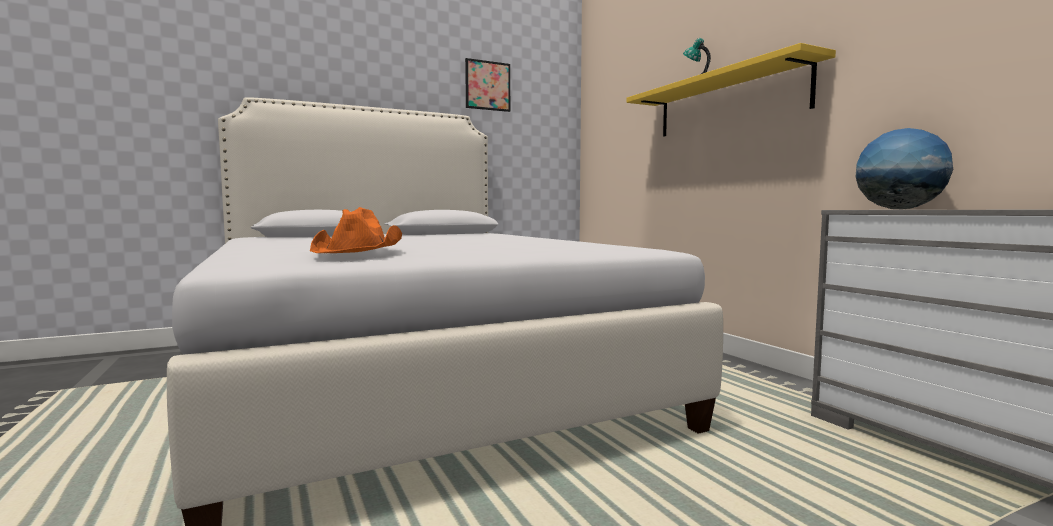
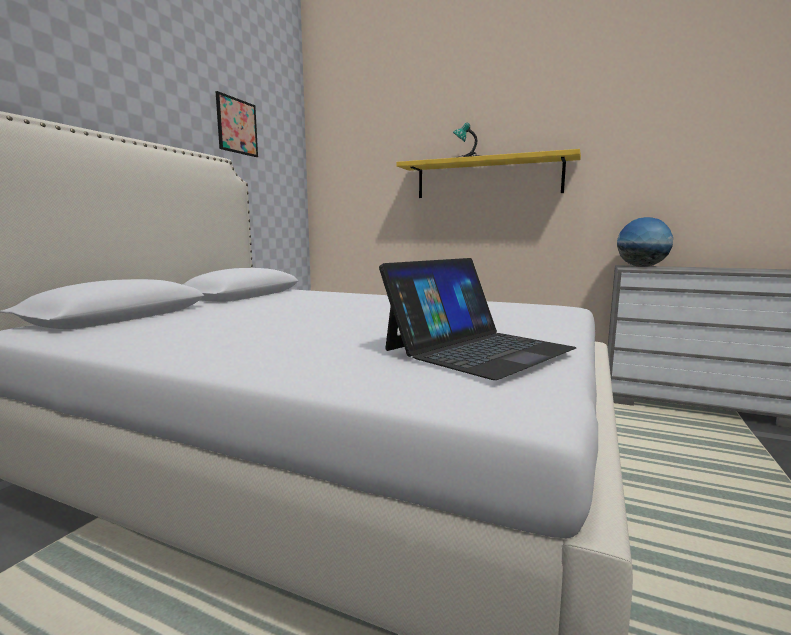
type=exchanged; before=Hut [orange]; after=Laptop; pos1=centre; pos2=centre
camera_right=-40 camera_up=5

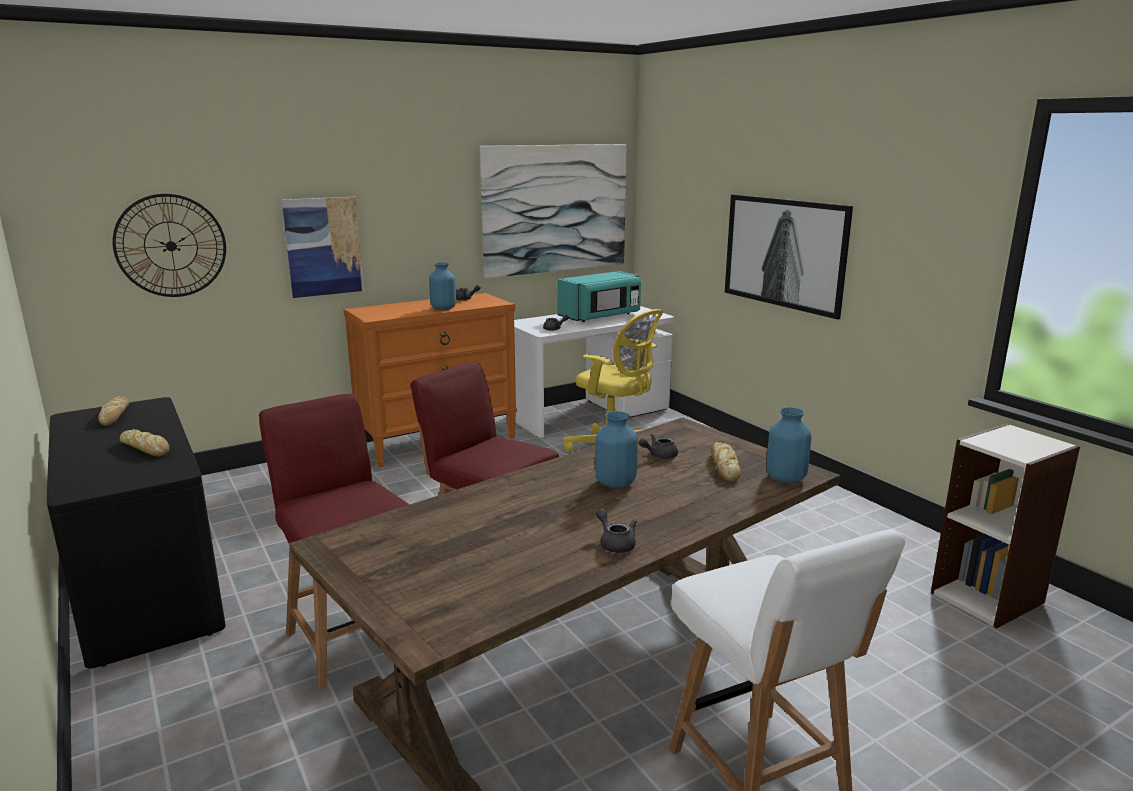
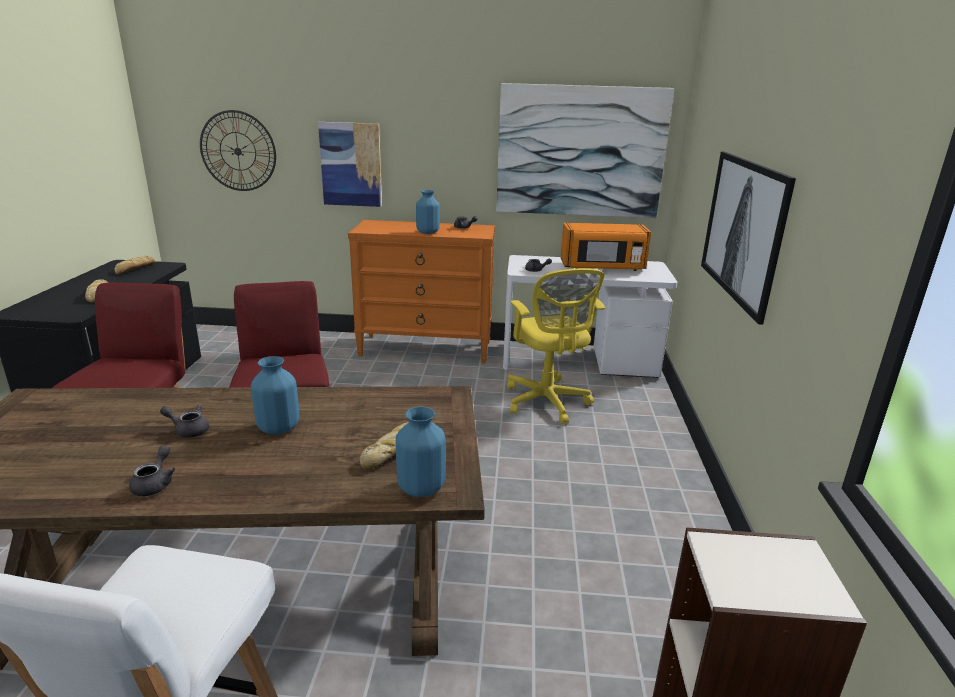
type=relocated; before=Teekanne [grau] (no. 4 from left in the first image); after=Teekanne [grau] (no. 2 from left); pos1=centre; pos2=middle left
type=colour; before=Mikrowelle [türkis]; after=Mikrowelle [orange]; pos1=centre; pos2=centre
camera_right=35 camera_up=5

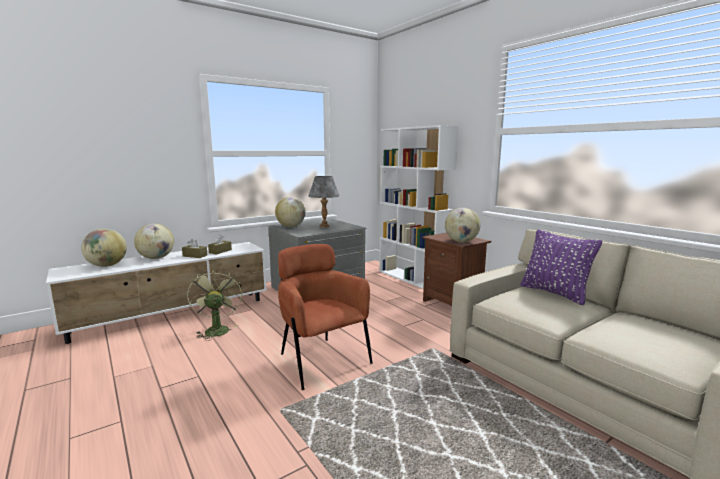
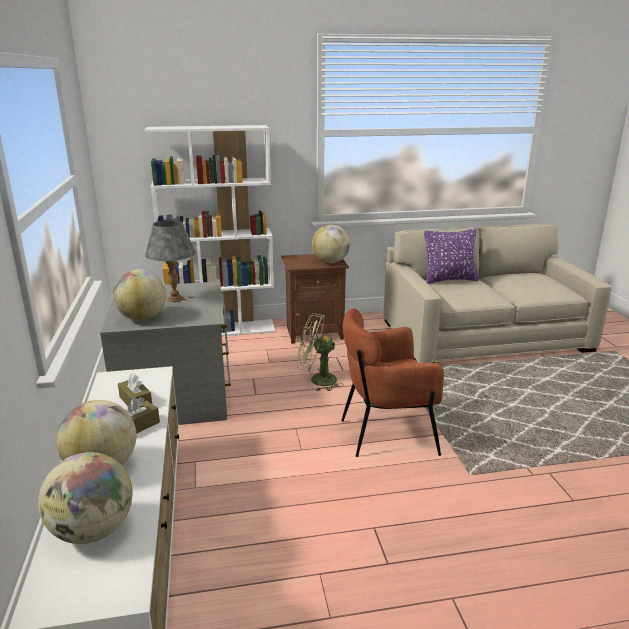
type=relocated; before=Ventilator [grün]; pos1=middle left; pos2=centre
camera_right=-65 camera_up=10

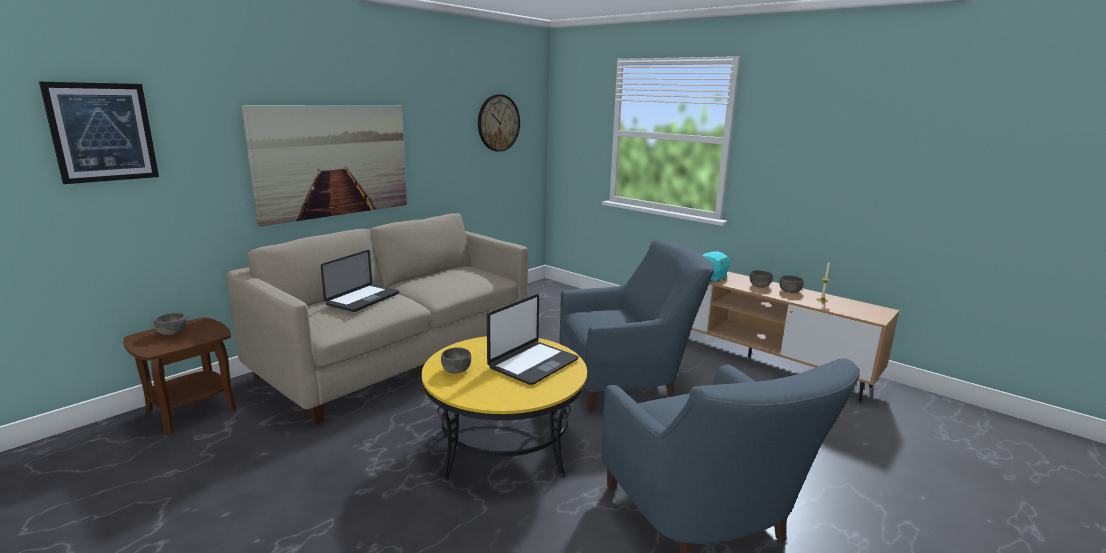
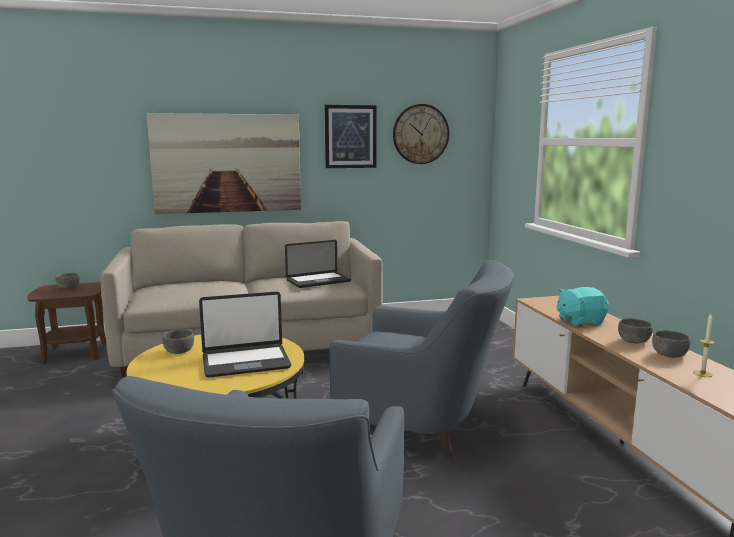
type=relocated; before=Laptop (no. 1 from left in the first image); after=Laptop (no. 2 from left); pos1=middle left; pos2=centre
type=relocated; before=Bild (no. 1 from left in the first image); after=Bild (no. 2 from left); pos1=top left; pos2=top centre
camera_right=35 camera_up=-5

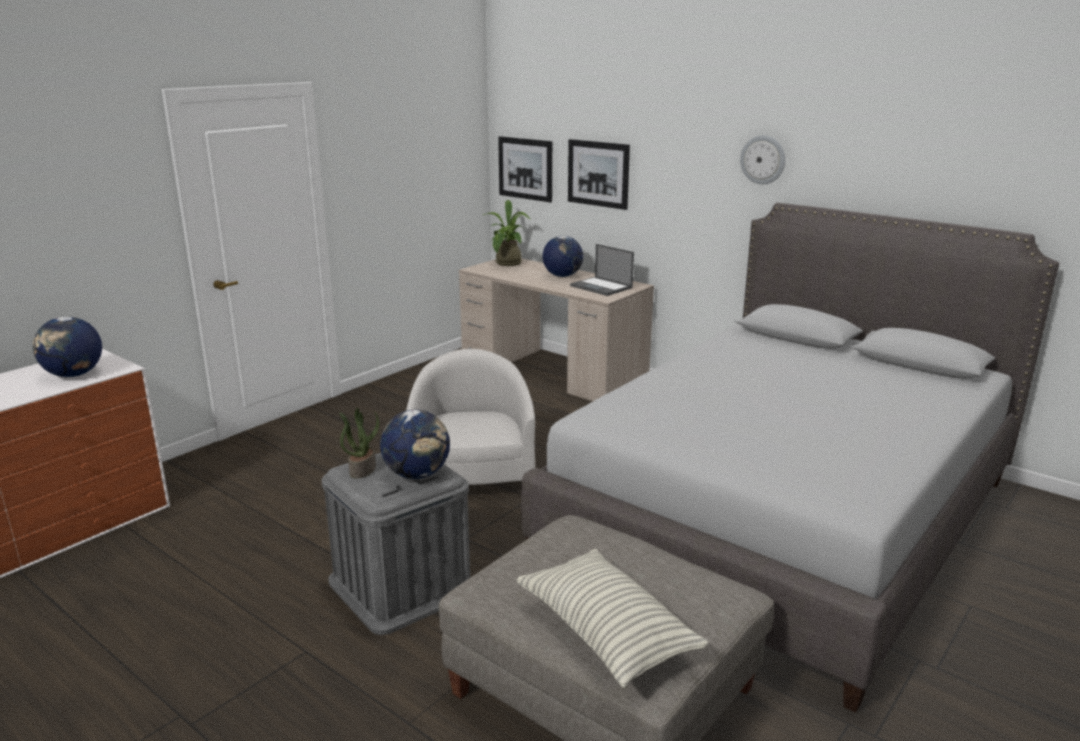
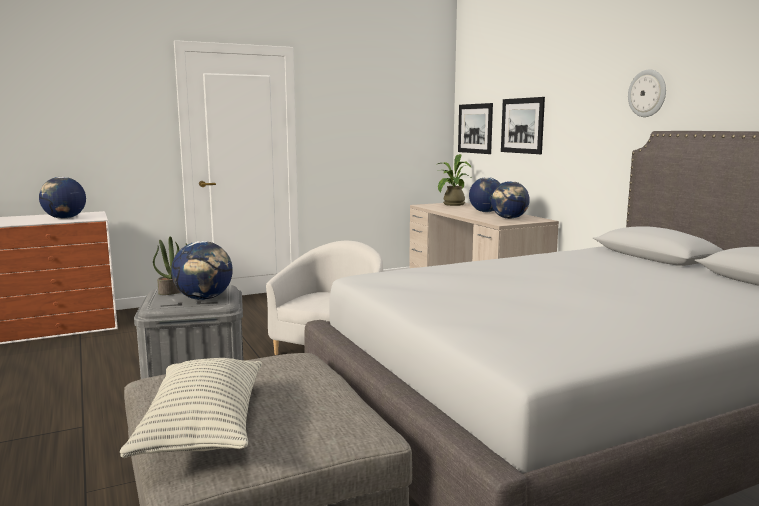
type=exchanged; before=Laptop; after=Globus (no. 4 from left); pos1=centre; pos2=middle right
camera_right=25 camera_up=-10

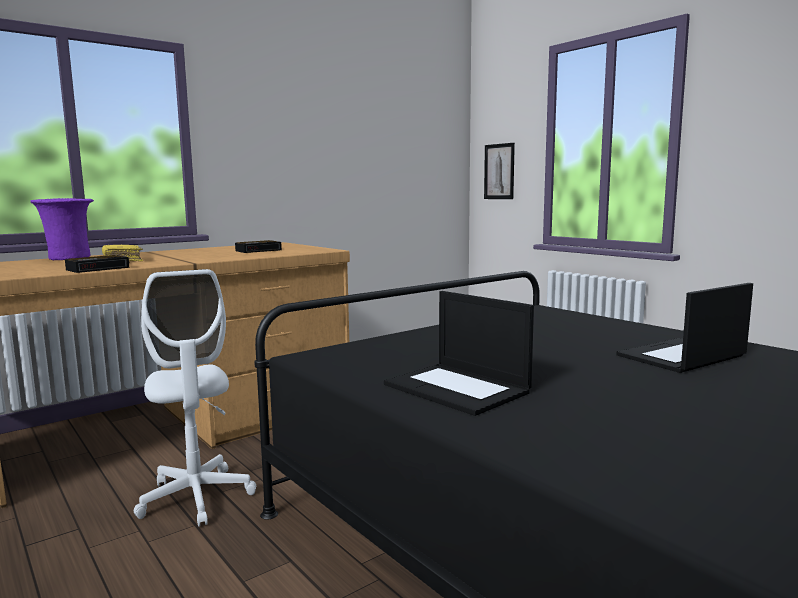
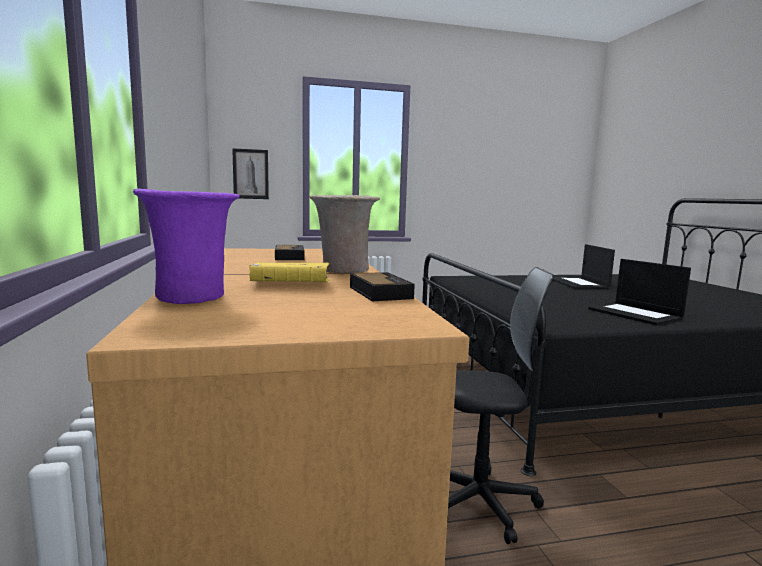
type=appeared; after=Vase [beige]; pos2=centre
type=colour; before=Bürostuhl [weiß]; after=Bürostuhl [schwarz]; pos1=middle left; pos2=bottom centre
type=spun; before=Laptop (no. 1 from left in the first image); pos1=centre; pos2=middle right; turn=75
camera_right=-65 camera_up=0

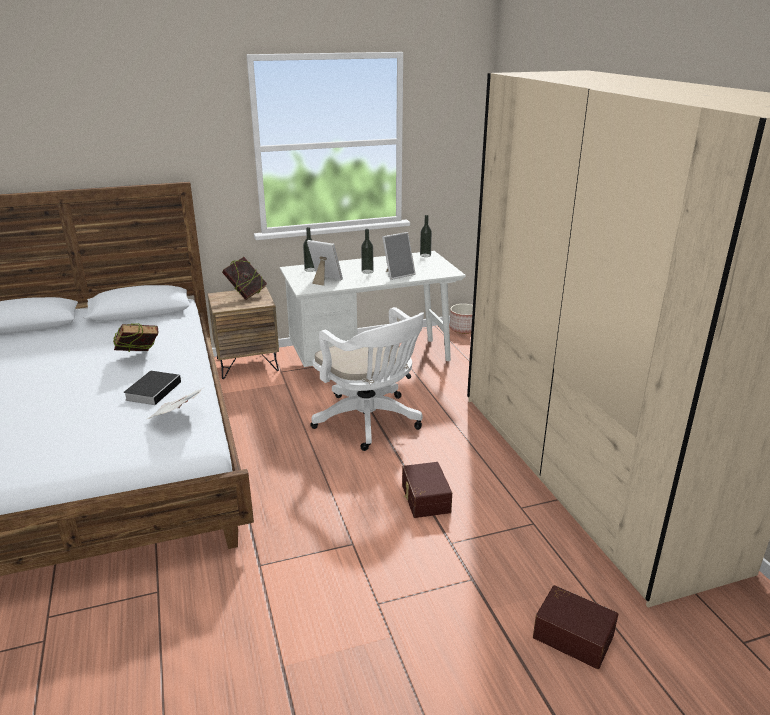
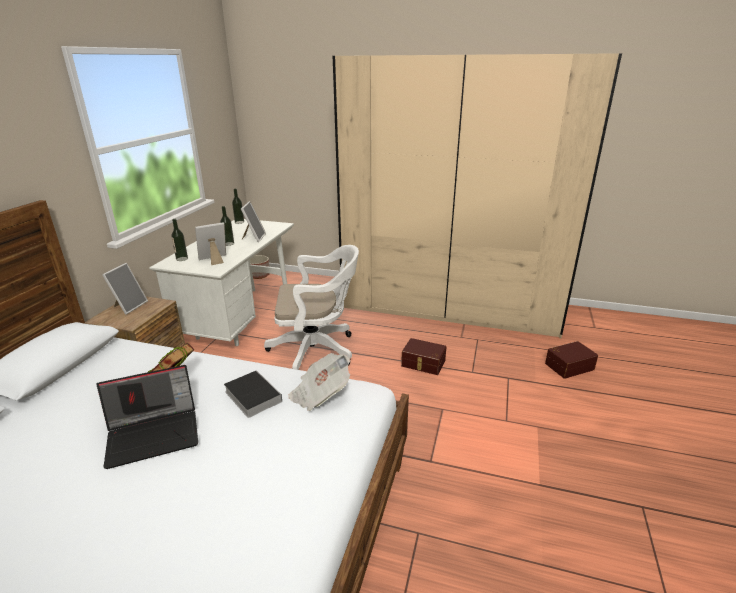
type=appeared; after=Laptop; pos2=bottom left
type=exchanged; before=Buch (no. 3 from left); after=Bilderrahmen (no. 1 from left); pos1=middle left; pos2=middle left
camera_right=-55 camera_up=0

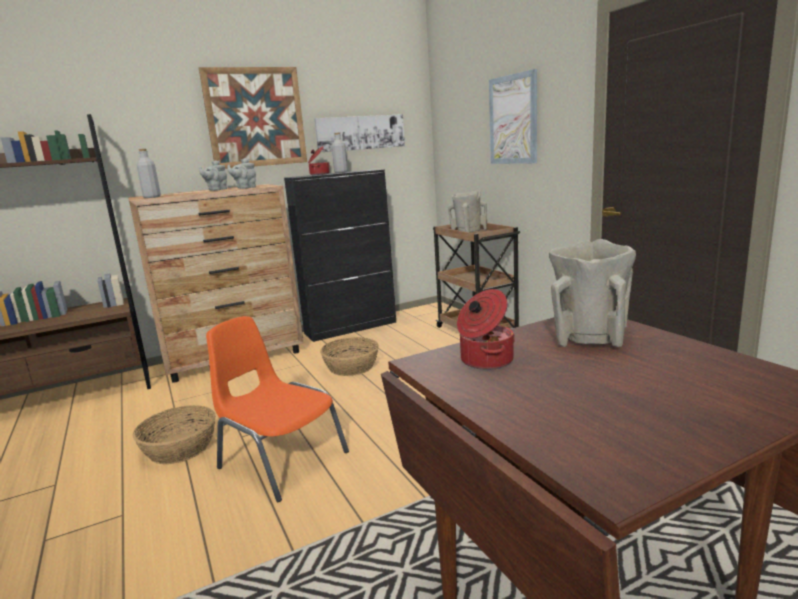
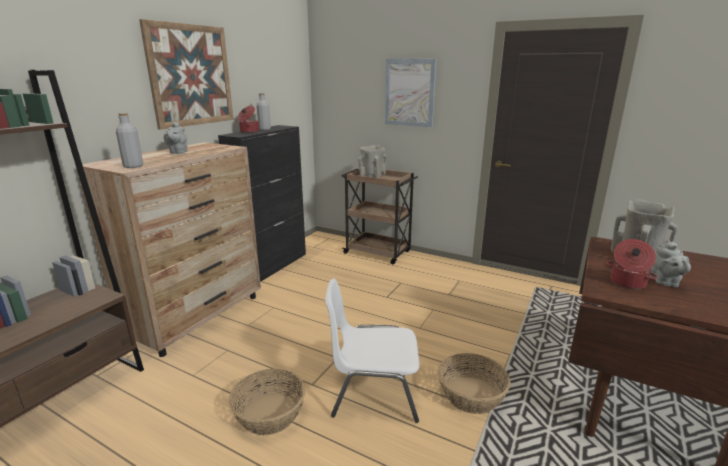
type=colour; before=Stuhl [orange]; after=Stuhl [weiß]; pos1=bottom centre; pos2=bottom centre
type=relocated; before=Korb (no. 2 from left); pos1=centre; pos2=bottom centre
type=relocated; before=Teekanne [grau] (no. 2 from left); pos1=top left; pos2=middle right
type=missing; before=Bild (no. 2 from left); pos1=top centre
camera_right=-35 camera_up=5

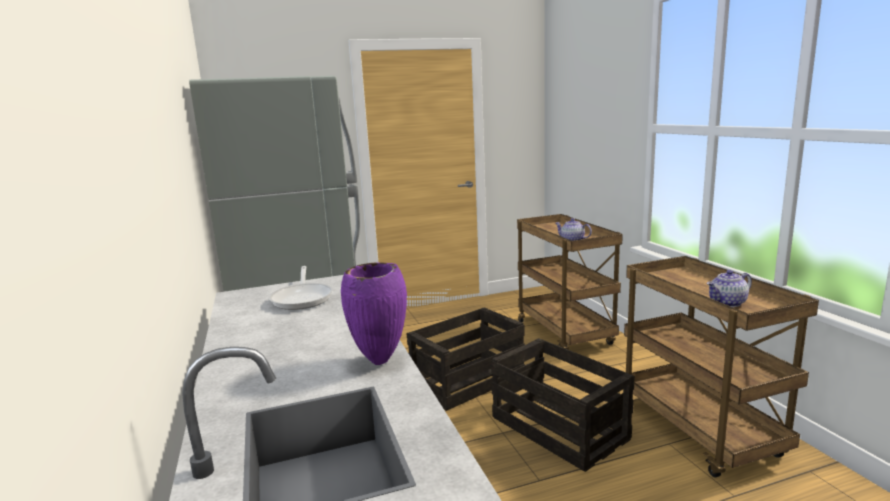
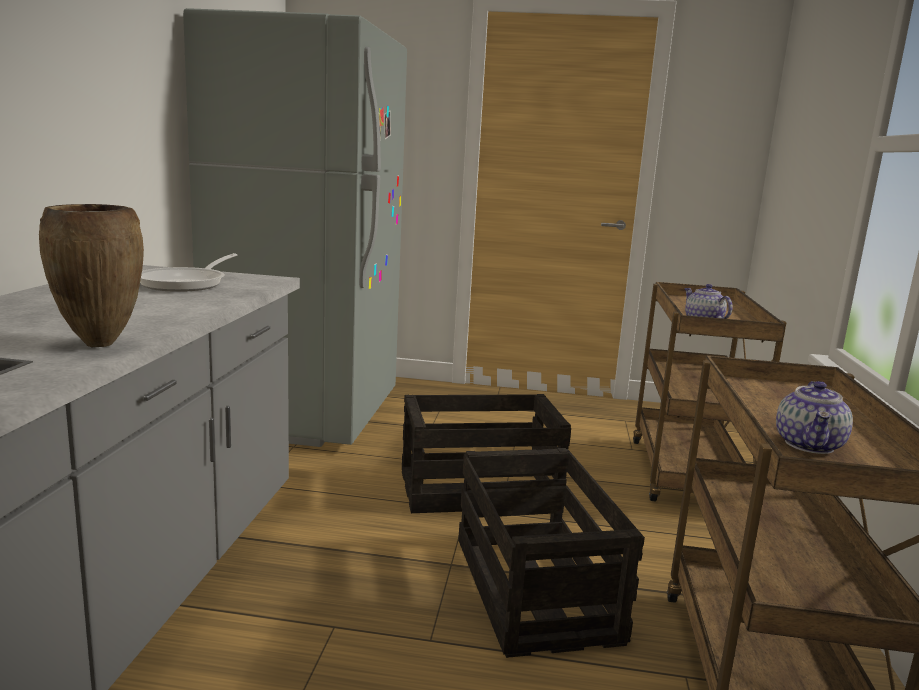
type=colour; before=Vase [lila]; after=Vase [braun]; pos1=centre; pos2=middle left
type=spun; before=Teekanne (no. 2 from left); pos1=middle right; pos2=middle right; turn=-75
camera_right=25 camera_up=0

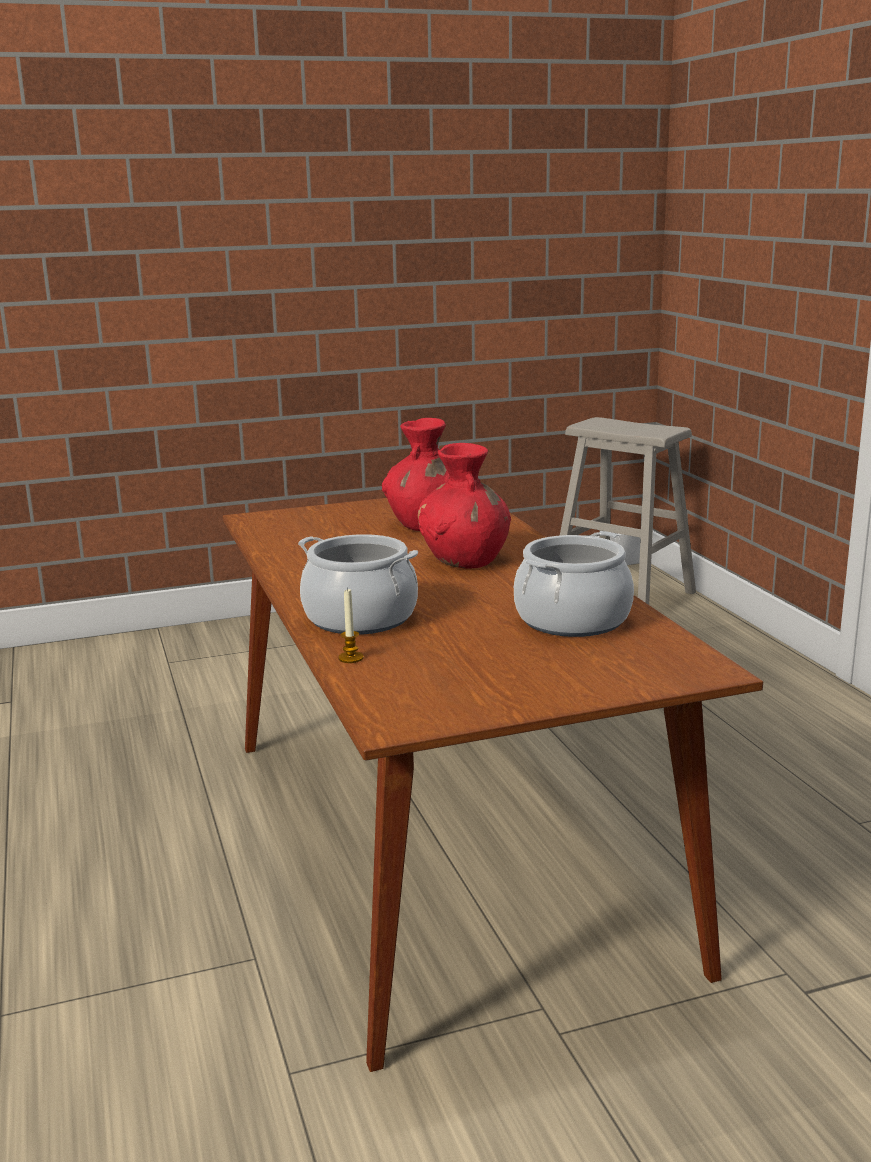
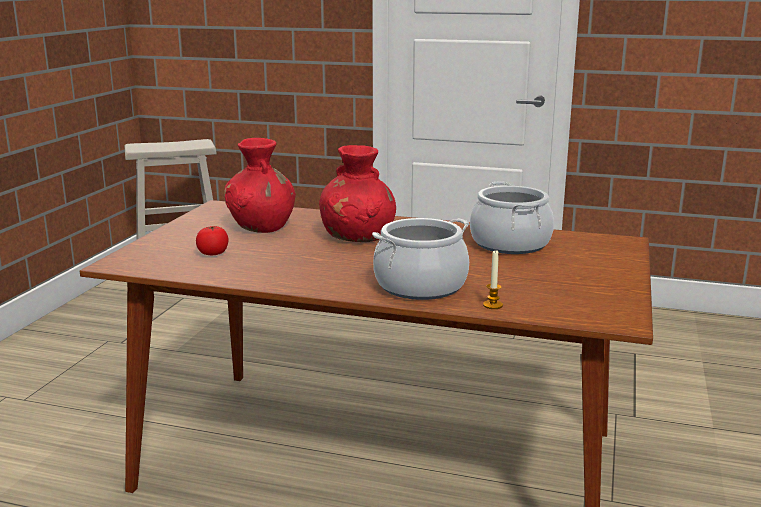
type=appeared; after=Tomate; pos2=middle left
camera_right=-55 camera_up=0

